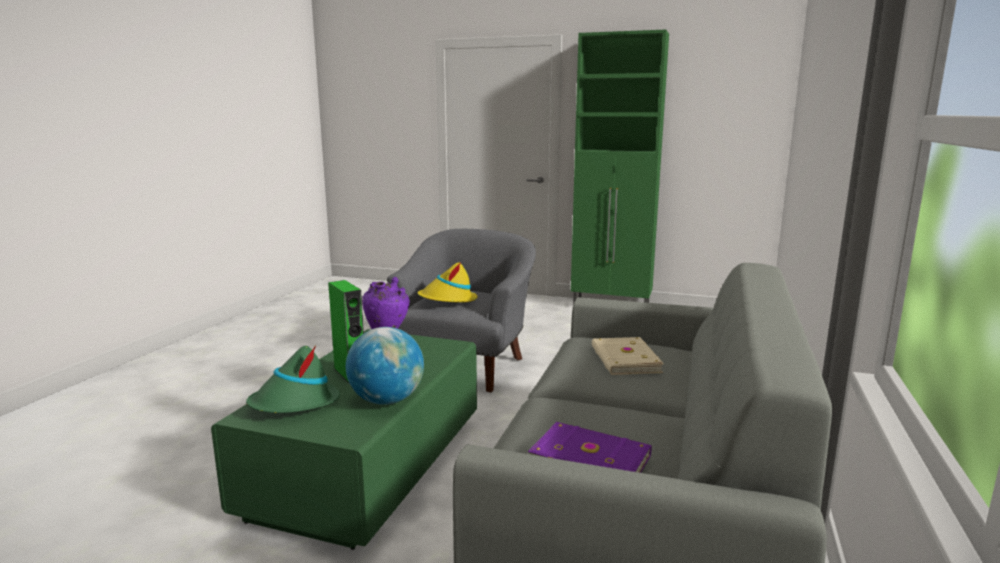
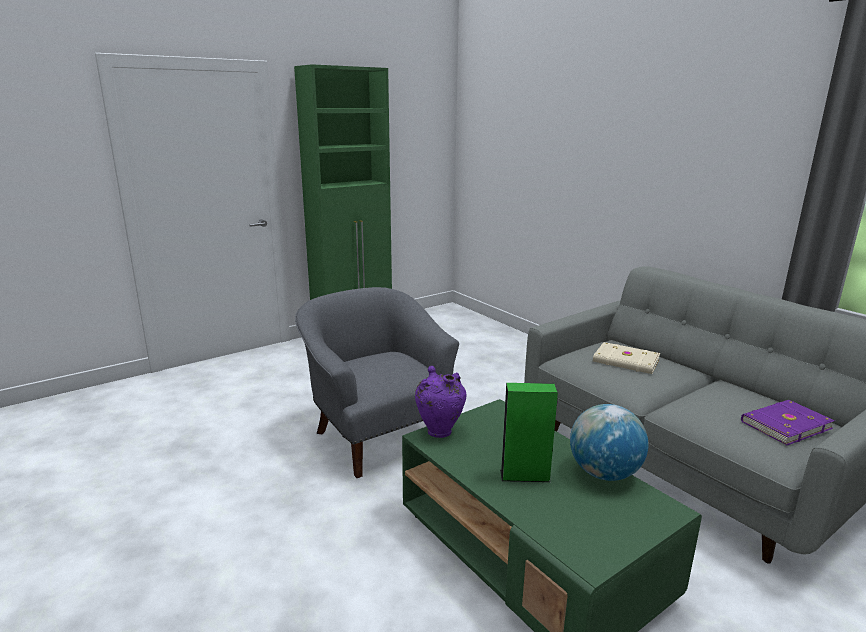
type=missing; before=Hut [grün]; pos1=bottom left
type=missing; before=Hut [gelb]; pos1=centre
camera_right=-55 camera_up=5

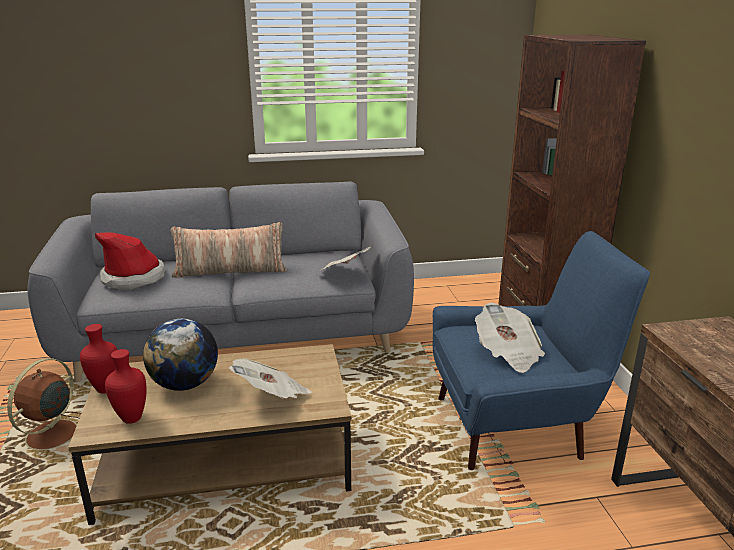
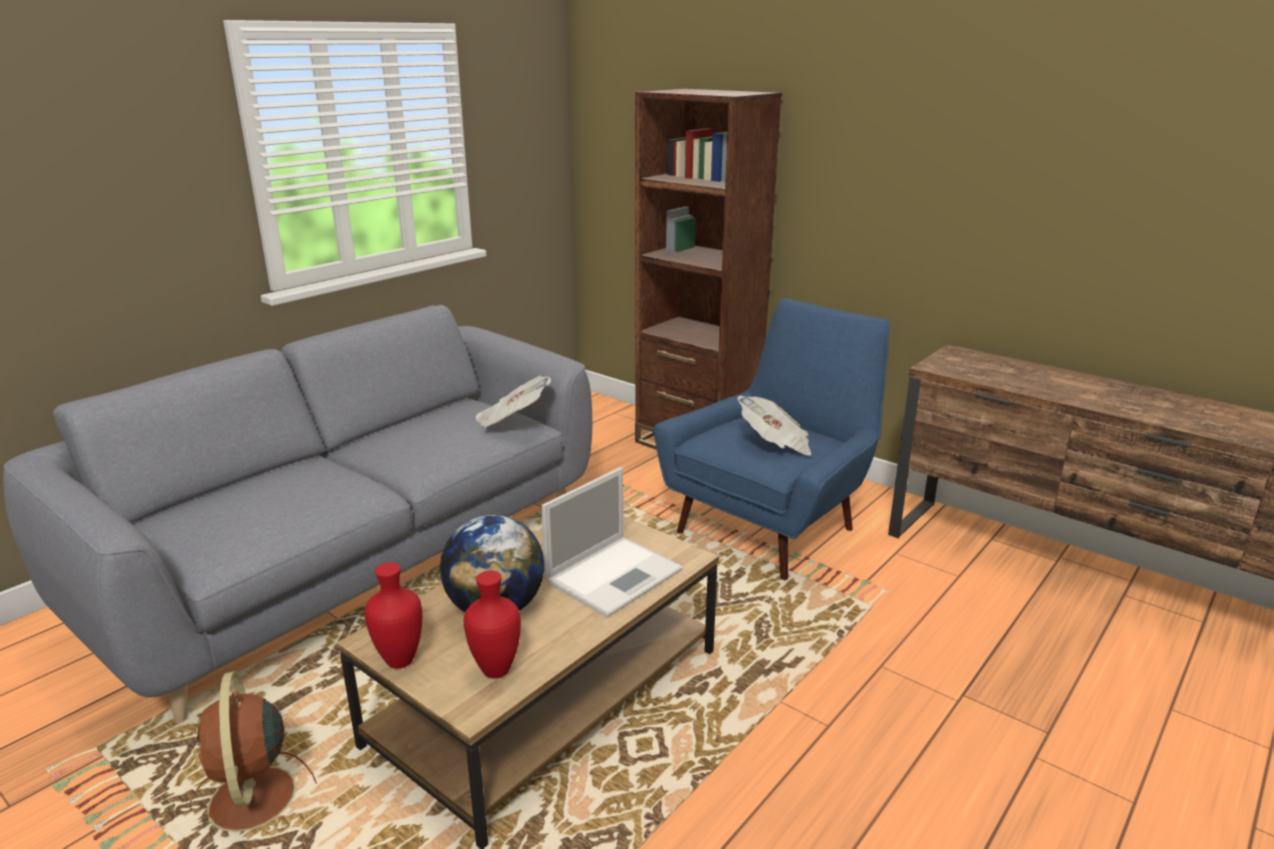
type=exchanged; before=Zeitung (no. 1 from left); after=Laptop; pos1=bottom centre; pos2=centre
type=missing; before=Hut; pos1=middle left
type=missing; before=Kissen; pos1=middle left
camera_right=-40 camera_up=0

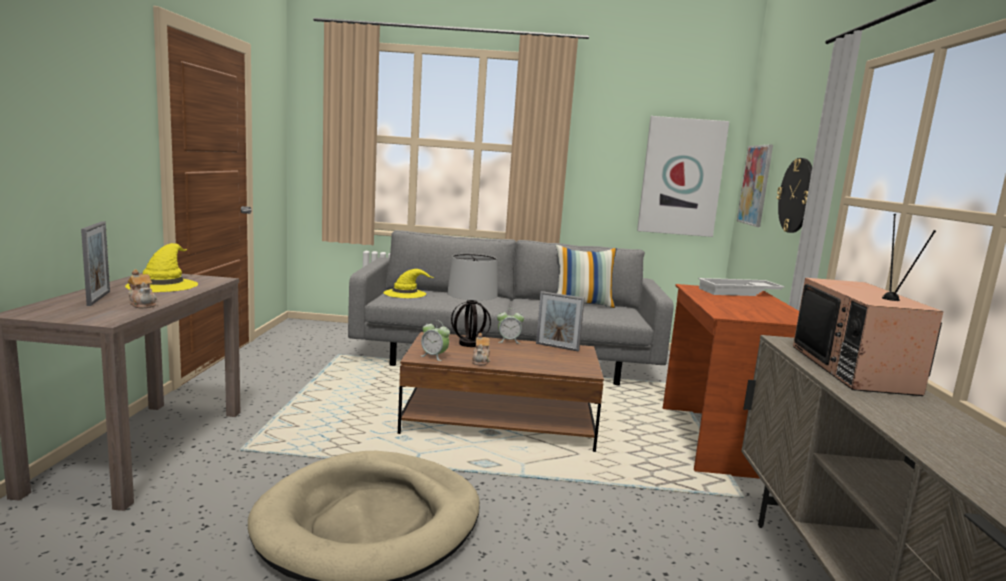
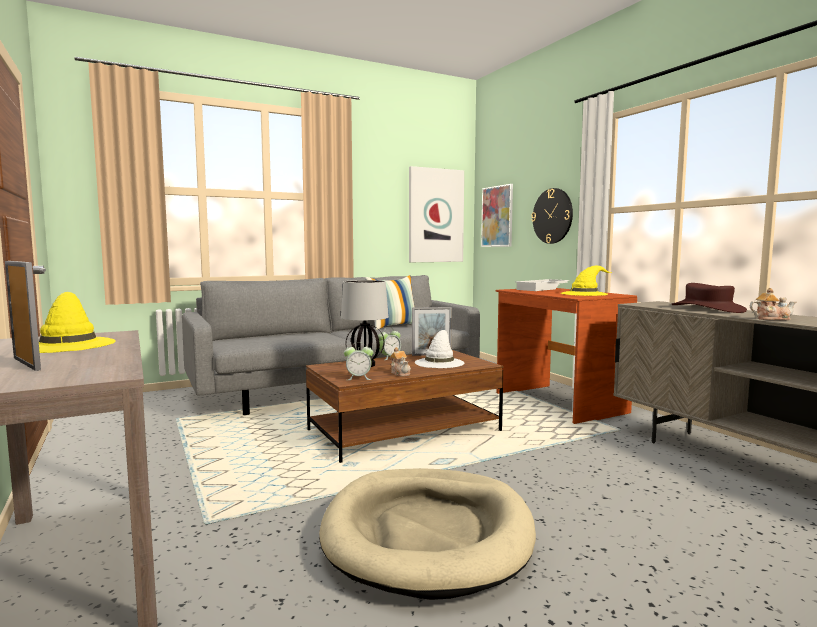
type=appeared; after=Hut [weiß]; pos2=centre
type=relocated; before=Hut [gelb] (no. 2 from left); pos1=centre; pos2=middle right
type=exchanged; before=Fernseher; after=Hut [braun]; pos1=middle right; pos2=middle right
type=relocated; before=Teekanne (no. 1 from left in the first image); after=Teekanne (no. 2 from left); pos1=middle left; pos2=middle right
camera_right=-30 camera_up=-5

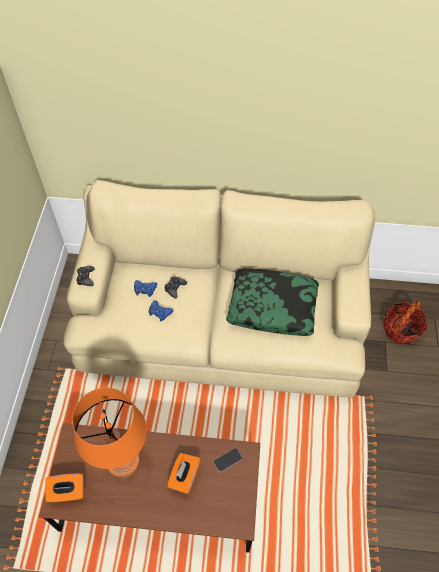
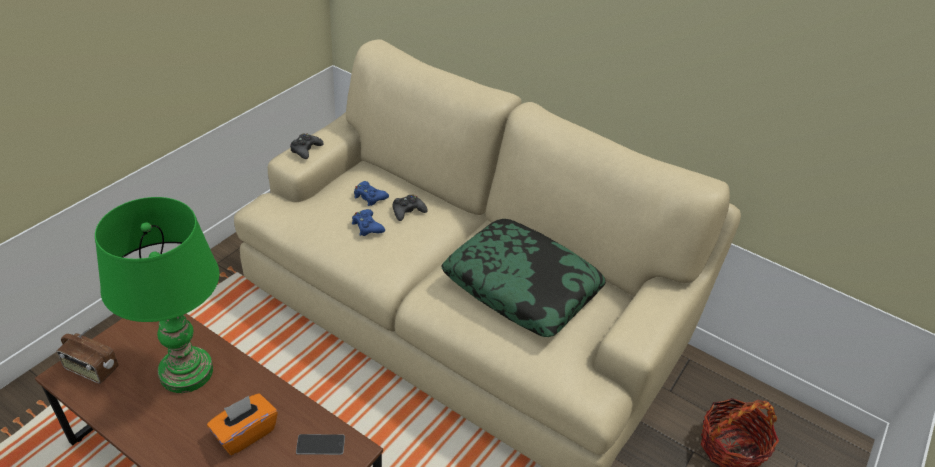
type=exchanged; before=Taschentuchbox [orange] (no. 1 from left); after=Radio; pos1=bottom left; pos2=bottom left
type=colour; before=Tischlampe [orange]; after=Tischlampe [grün]; pos1=bottom left; pos2=middle left
camera_right=25 camera_up=-15

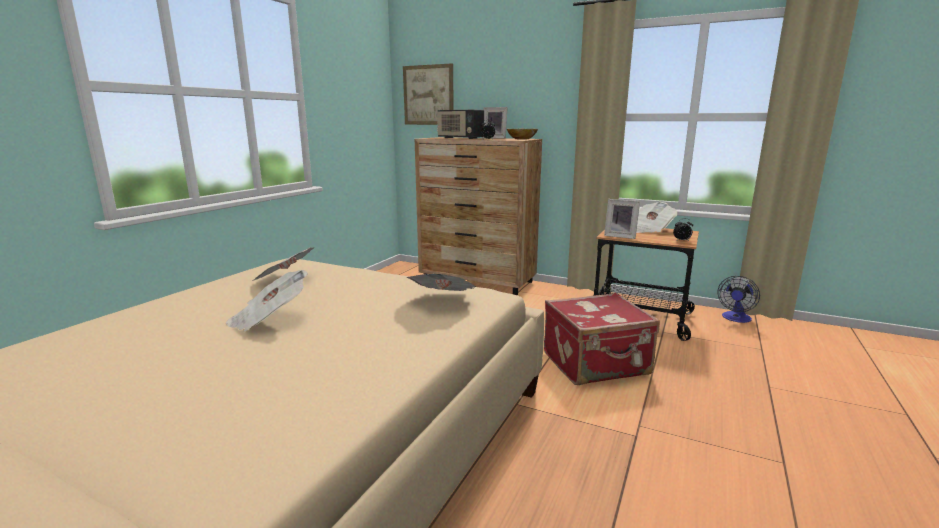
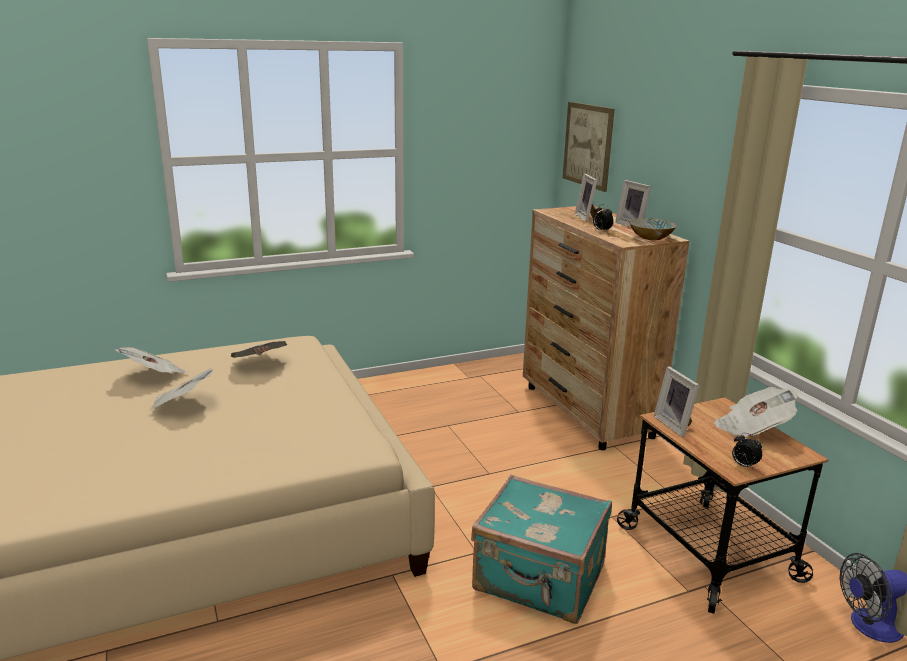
type=relocated; before=Zeitung (no. 3 from left in the first image); after=Zeitung (no. 1 from left); pos1=centre; pos2=middle left
type=colour; before=Koffer [rot]; after=Koffer [türkis]; pos1=centre; pos2=bottom centre
type=exchanged; before=Radio; after=Bilderrahmen (no. 1 from left); pos1=top centre; pos2=top centre
camera_right=40 camera_up=5

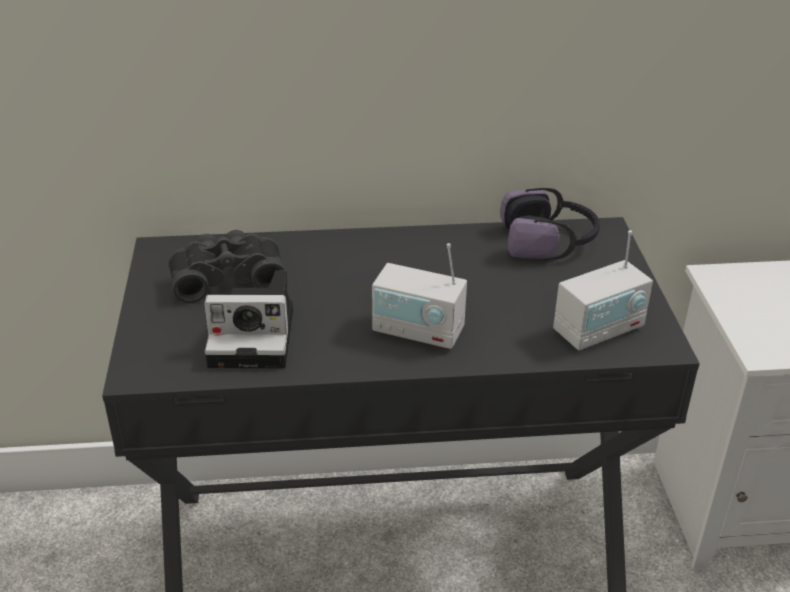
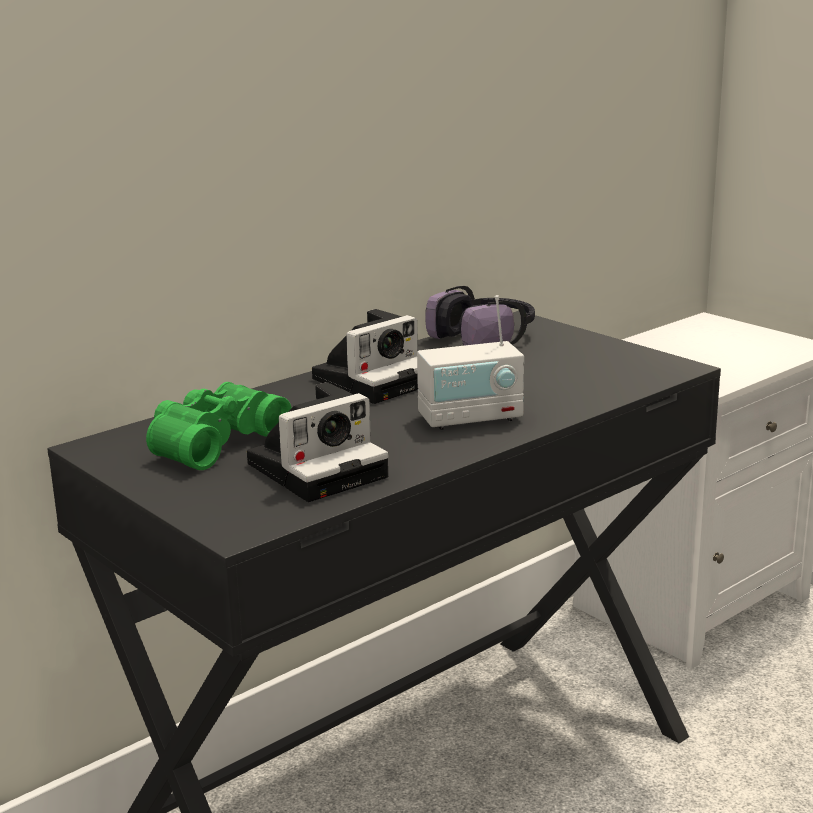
type=colour; before=Fernglas [schwarz]; after=Fernglas [grün]; pos1=middle left; pos2=middle left
type=appeared; after=Kamera (no. 2 from left); pos2=centre
type=missing; before=Radio (no. 2 from left); pos1=middle right
camera_right=-35 camera_up=-15

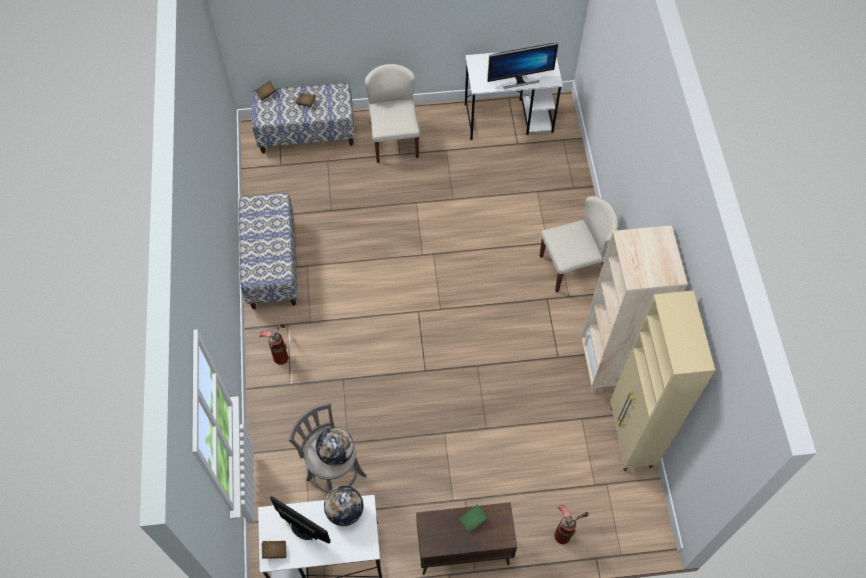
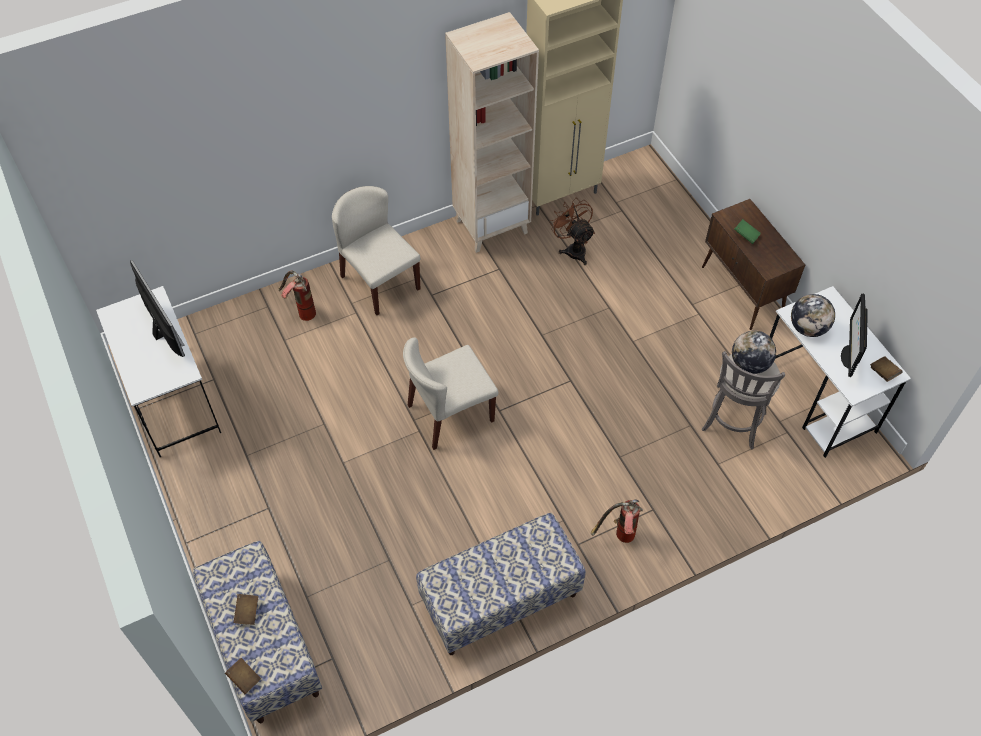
type=relocated; before=Feuerlöscher (no. 2 from left in the first image); after=Feuerlöscher (no. 1 from left); pos1=bottom centre; pos2=middle left
type=relocated; before=Stuhl [beige] (no. 1 from left in the first image); after=Stuhl [beige] (no. 2 from left); pos1=top centre; pos2=centre
type=appeared; after=Ventilator [braun]; pos2=top centre
camera_right=-110 camera_up=-5

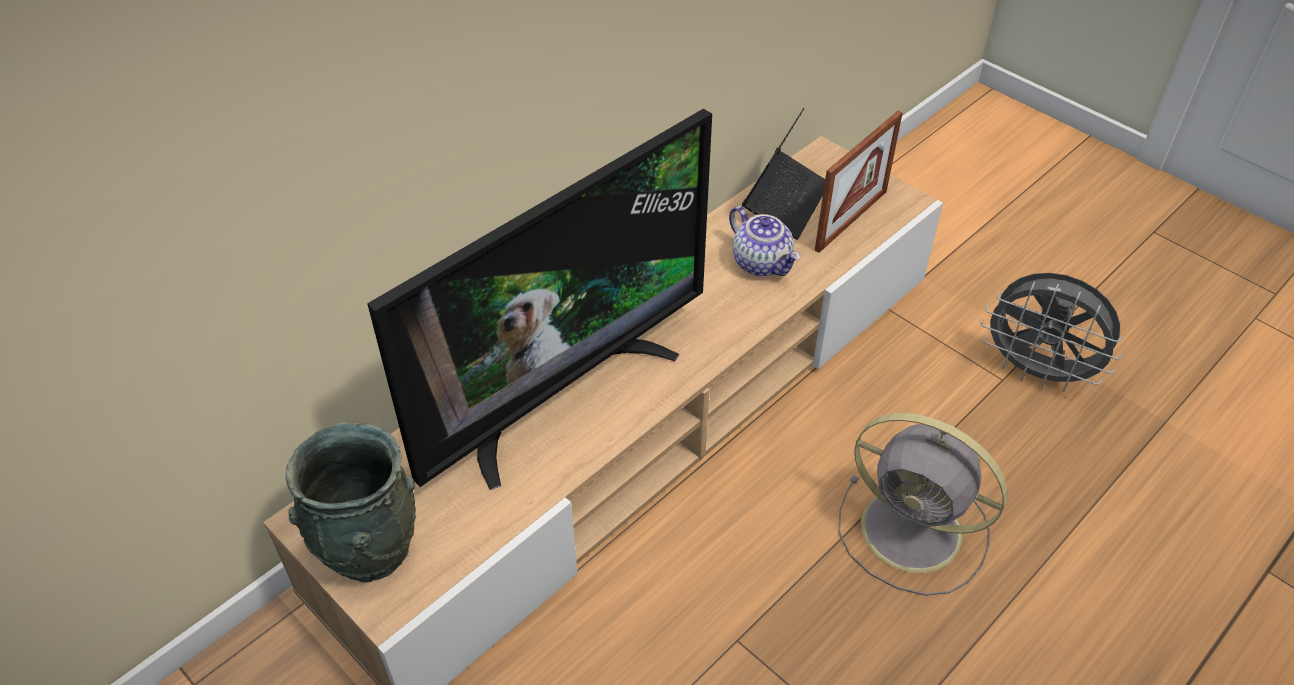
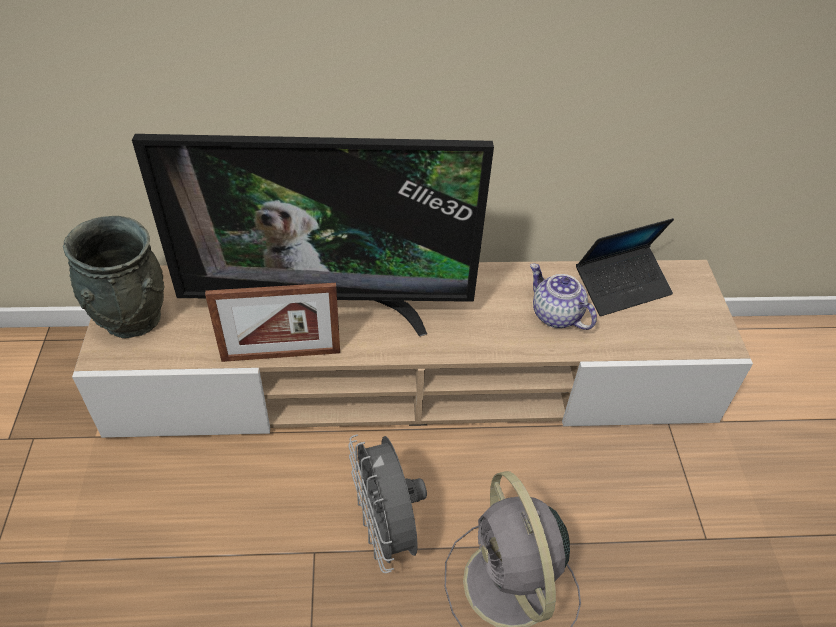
type=relocated; before=Bilderrahmen; pos1=top centre; pos2=middle left
type=relocated; before=Ventilator [grau] (no. 2 from left in the first image); after=Ventilator [grau] (no. 1 from left); pos1=middle right; pos2=bottom centre
type=spun; before=Teekanne; pos1=centre; pos2=middle right; turn=135
camera_right=40 camera_up=0

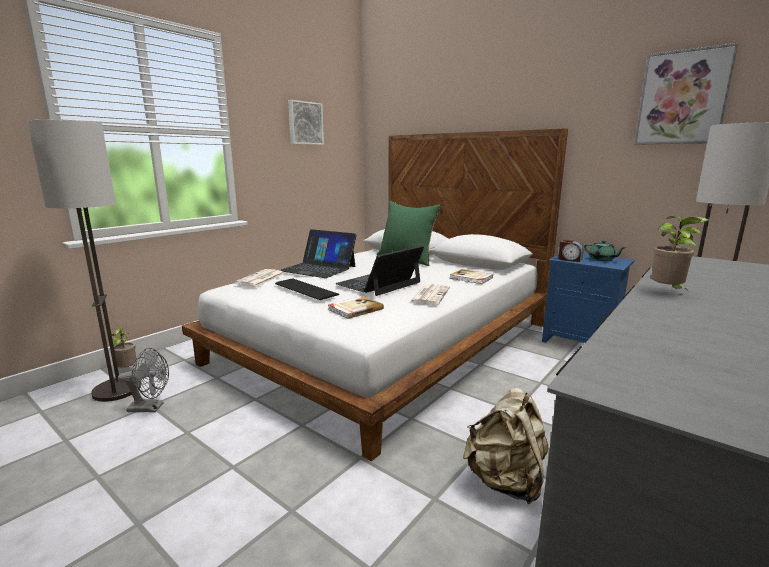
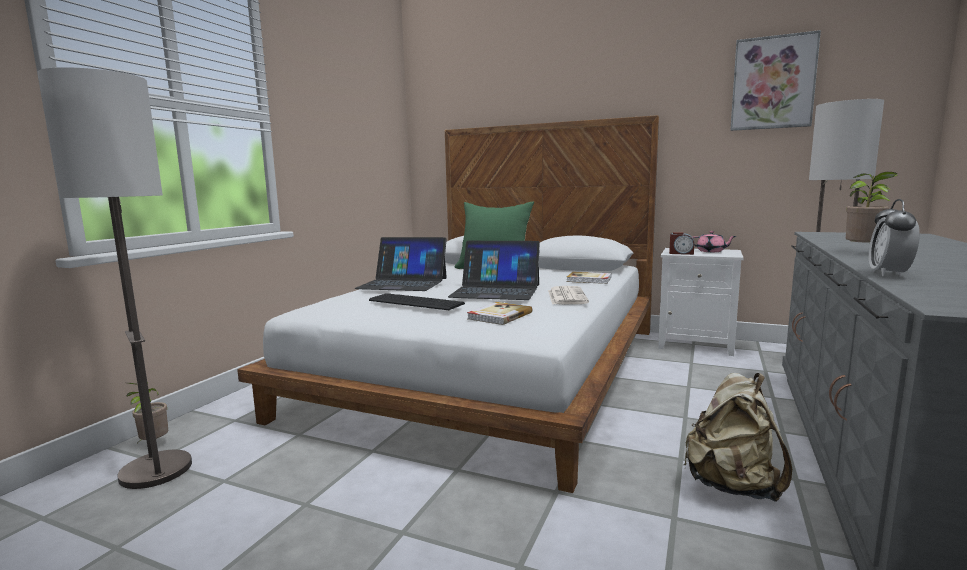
type=spun; before=Laptop (no. 2 from left); pos1=centre; pos2=centre; turn=-105
type=colour; before=Nachttisch [blau]; after=Nachttisch [weiß]; pos1=middle right; pos2=middle right
type=colour; before=Teekanne [grün]; after=Teekanne [rosa]; pos1=middle right; pos2=middle right
type=appeared; after=Wecker (no. 2 from left); pos2=middle right
type=missing; before=Ventilator [grau]; pos1=bottom left
type=missing; before=Zeitung (no. 1 from left); pos1=centre
type=missing; before=Bild (no. 1 from left); pos1=top centre
camera_right=-15 camera_up=-5

